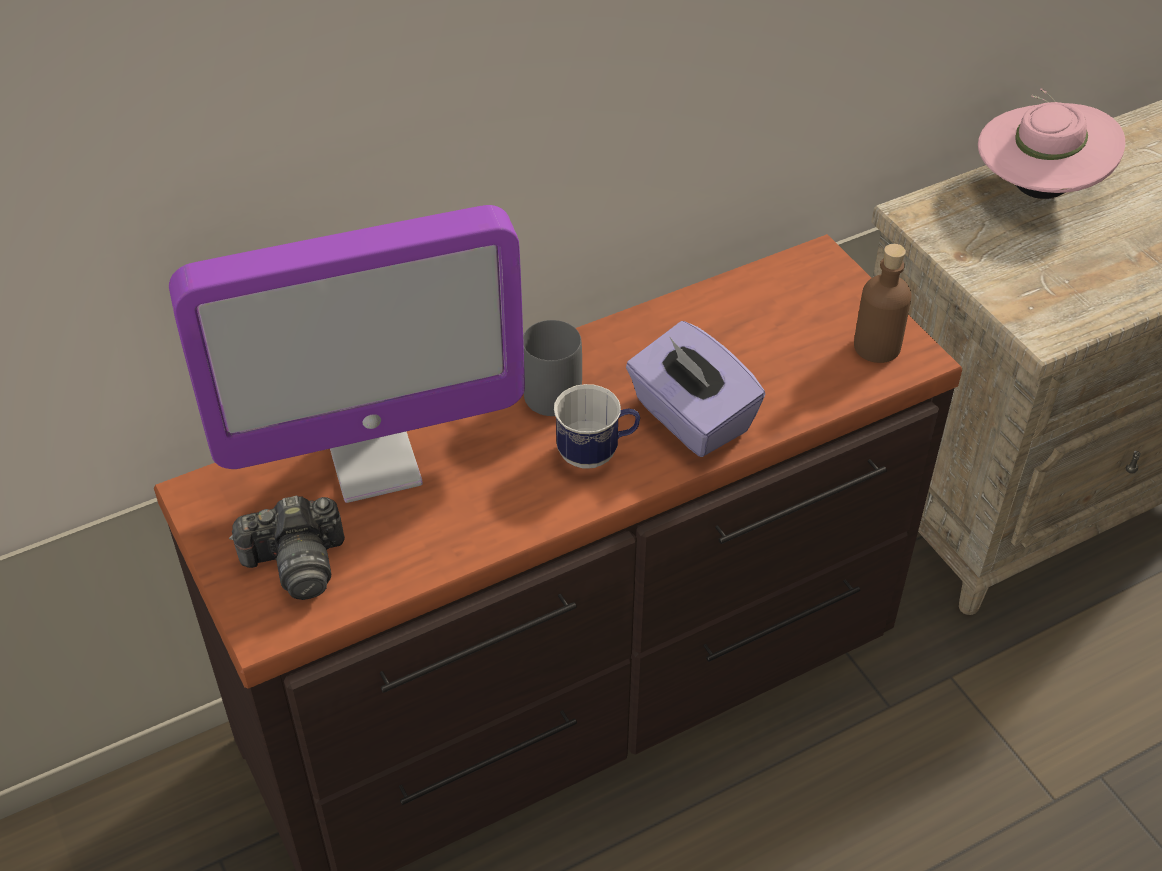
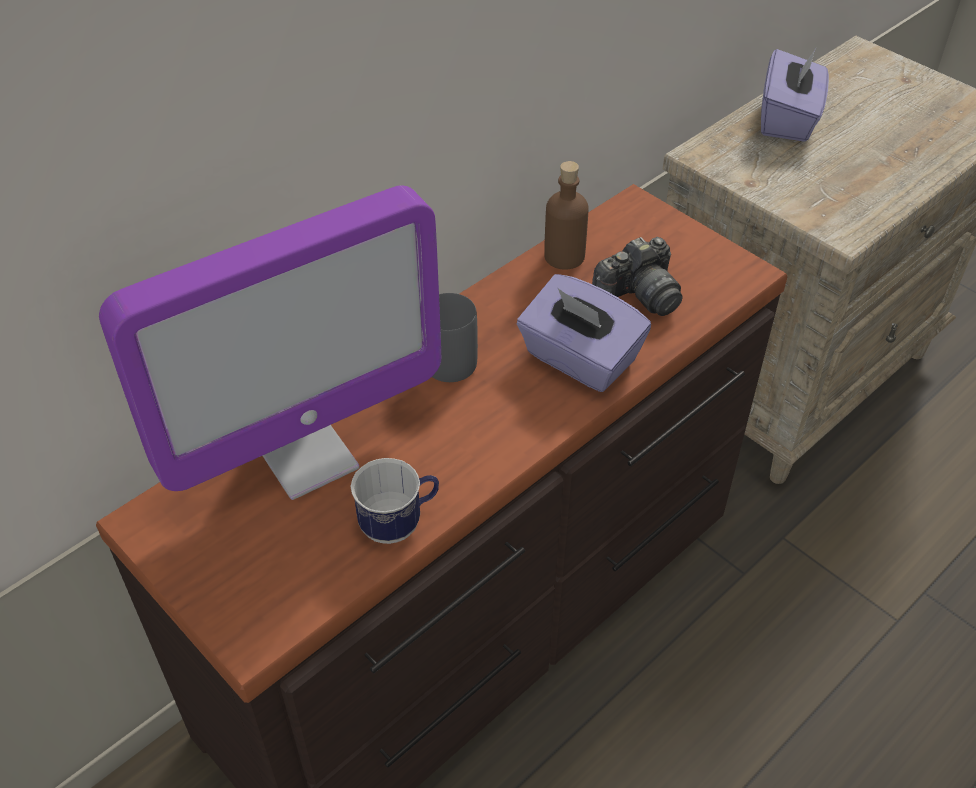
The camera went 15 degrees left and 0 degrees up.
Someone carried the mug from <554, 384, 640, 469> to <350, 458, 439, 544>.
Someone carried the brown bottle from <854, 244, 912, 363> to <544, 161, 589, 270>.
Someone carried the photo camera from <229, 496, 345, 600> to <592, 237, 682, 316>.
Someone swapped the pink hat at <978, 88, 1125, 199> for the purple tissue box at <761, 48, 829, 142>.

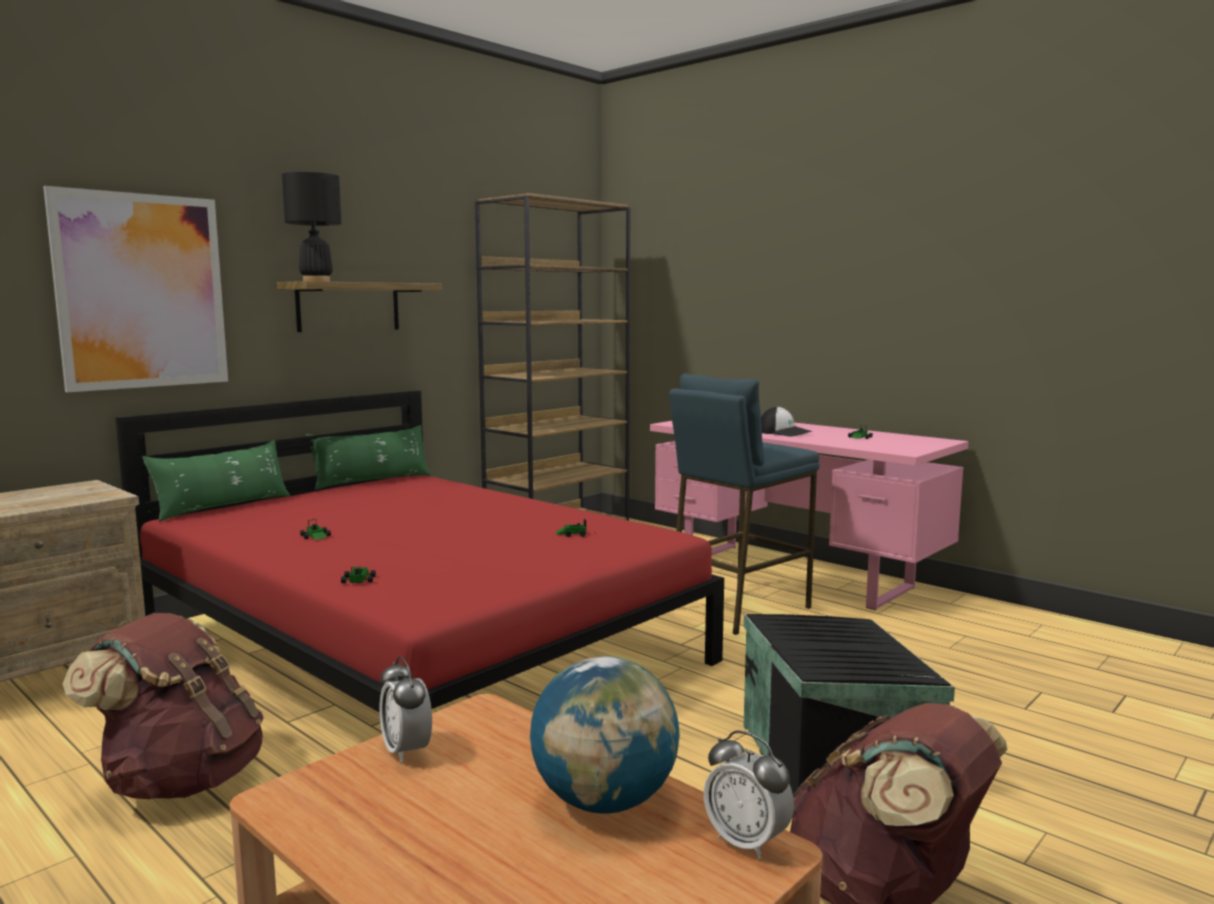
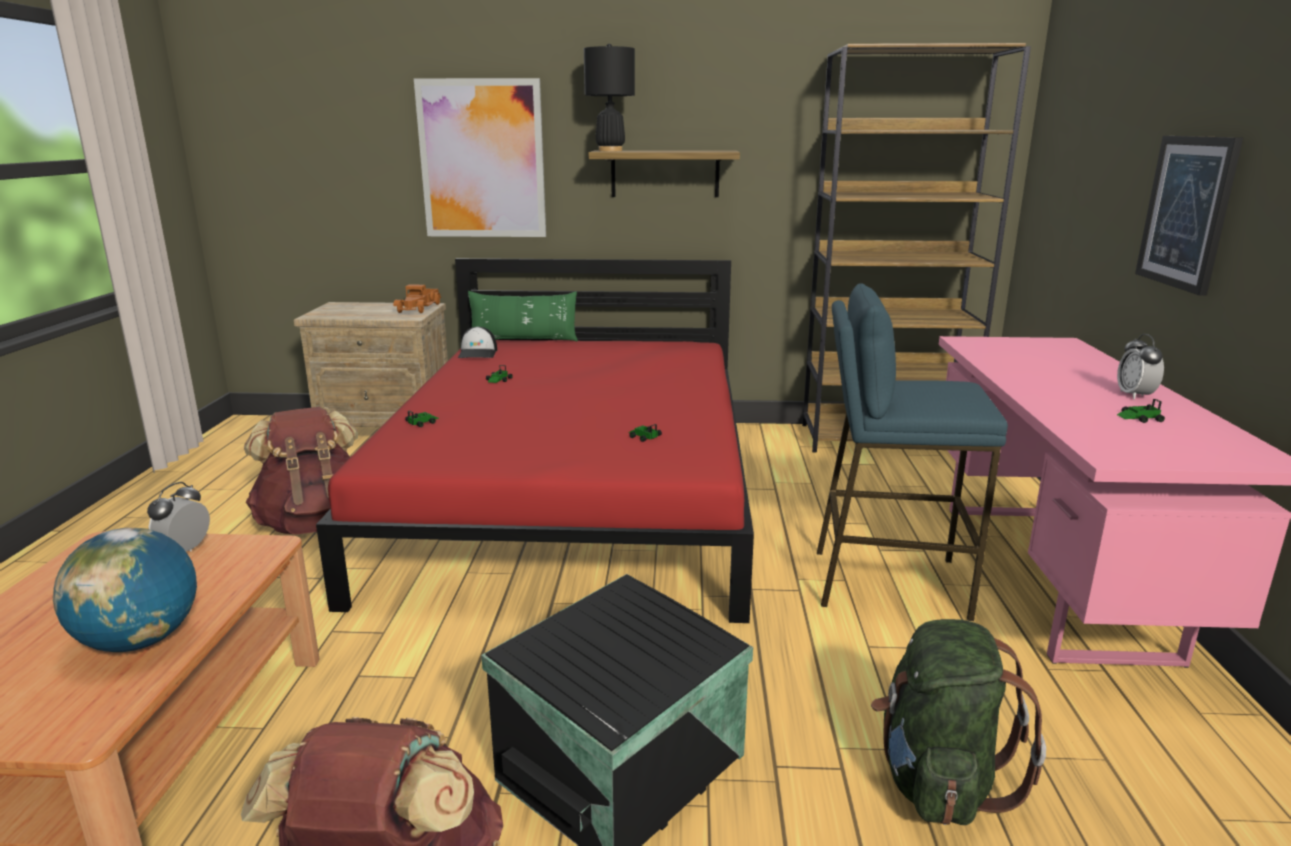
The camera went 50 degrees right and 10 degrees up.
Someone put down the toy truck at <393, 284, 441, 313>.
Someone carried the cap from <761, 406, 813, 436> to <458, 326, 497, 358>.
Someone put down the green backpack at <871, 619, 1046, 825>.
Someone carried the alarm clock from <704, 731, 794, 859> to <1117, 334, 1164, 400>.
Someone put up the picture at <1135, 136, 1243, 296>.
Someone took away the green pillow at <306, 425, 431, 490>.

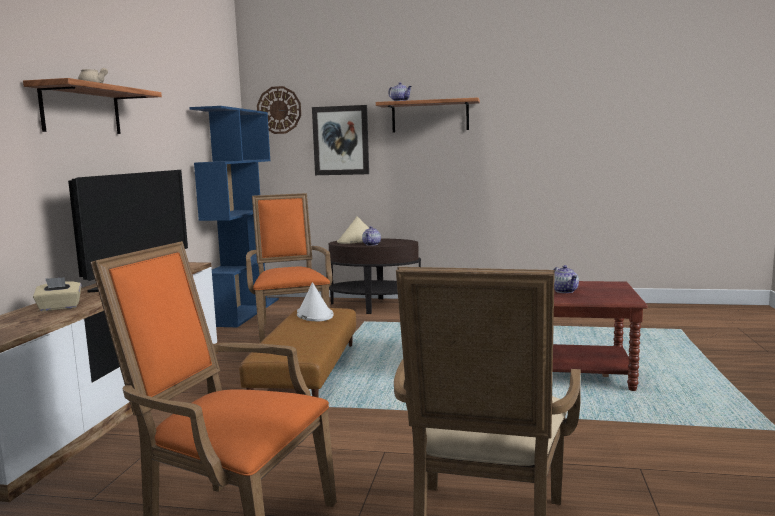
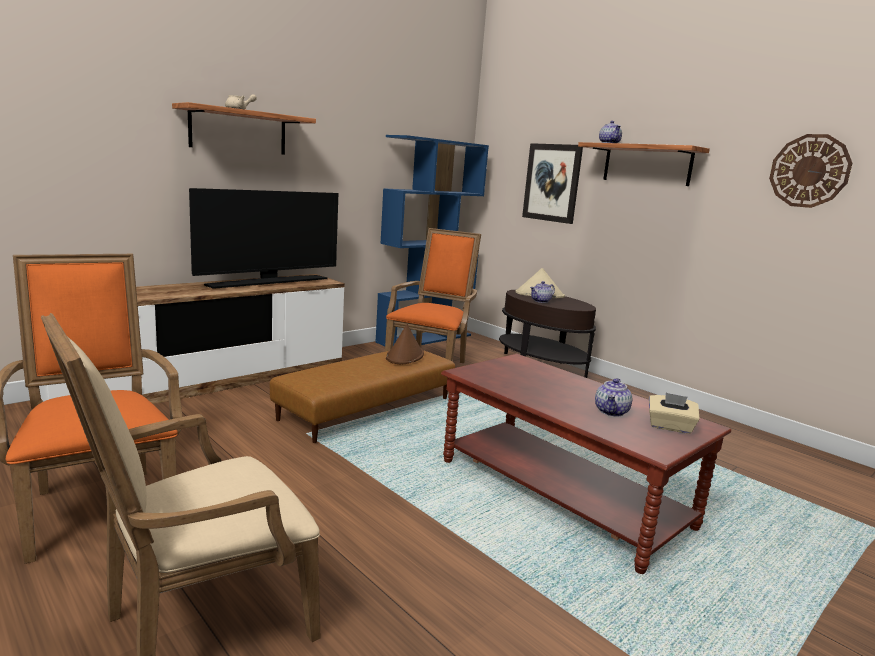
The camera went 35 degrees right and 5 degrees up.
Someone repainted the white hat at <297, 283, 334, 322>, which became the brown hat at <386, 324, 424, 364>.
Someone carried the beige tissue box from <33, 277, 81, 311> to <649, 393, 700, 434>.
Someone carried the wall clock from <257, 86, 301, 134> to <769, 134, 852, 208>.

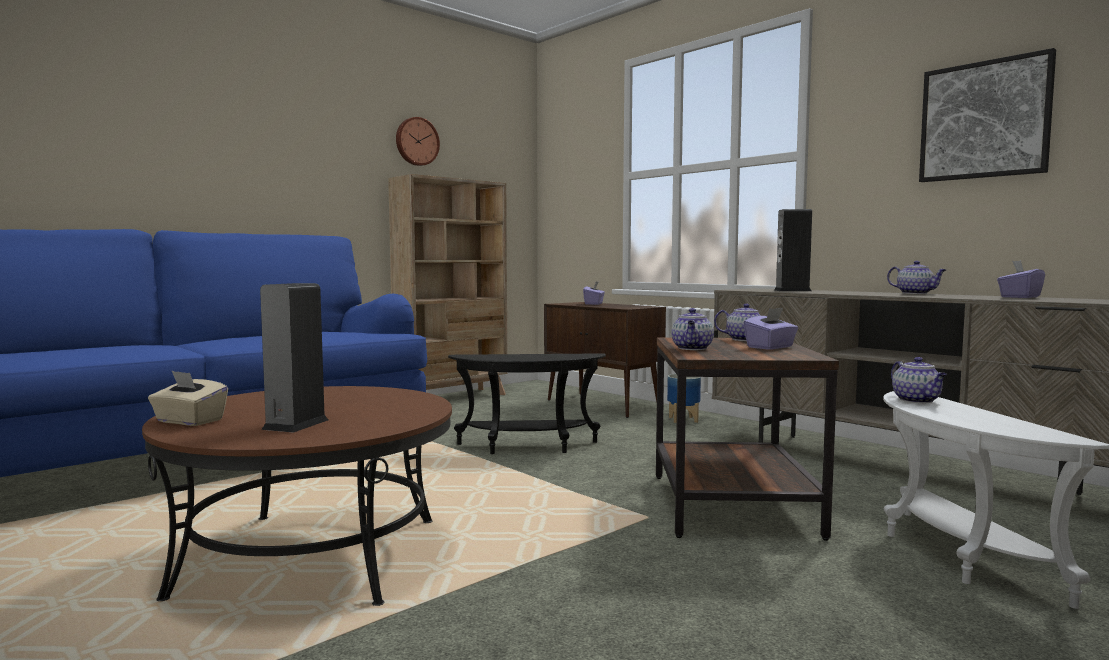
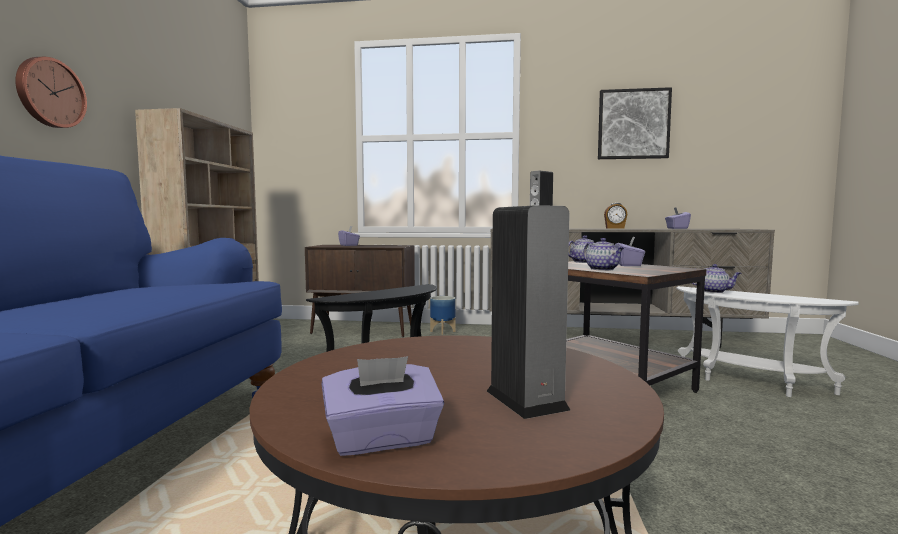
The camera went 40 degrees left and 0 degrees up.
Someone carried the wall clock from <396, 117, 440, 166> to <15, 57, 87, 128>.
Someone repainted the beige tissue box at <148, 370, 228, 426>, which became the purple tissue box at <322, 356, 444, 456>.
Someone swapped the teapot at <887, 261, 946, 294> for the alarm clock at <604, 203, 627, 229>.

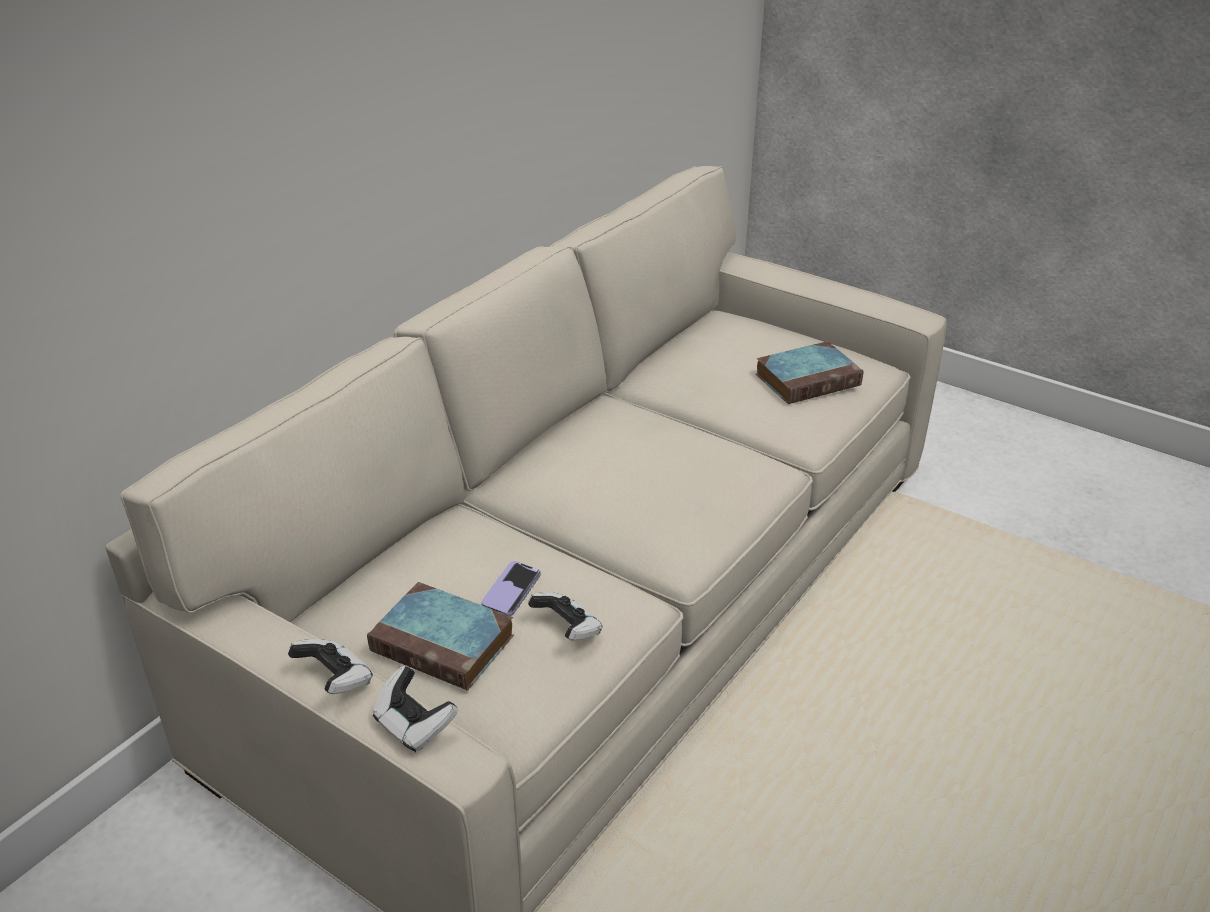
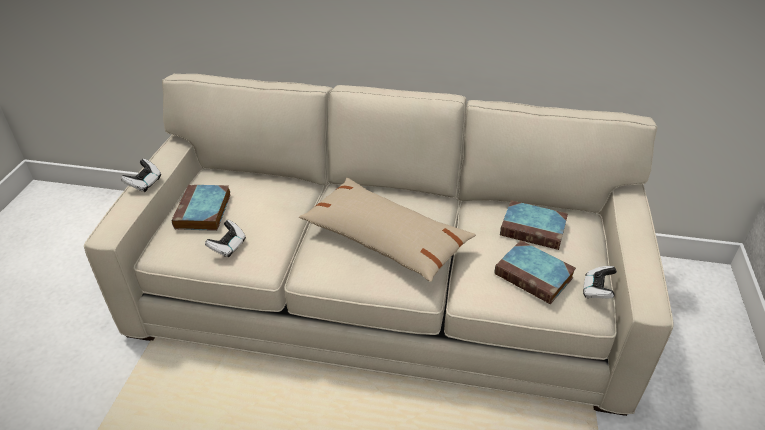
The camera went 65 degrees right and 5 degrees up.
Someone put down the beige pillow at <299, 178, 476, 282>.
Someone put down the book at <500, 200, 568, 250>.
Someone carried the game controller from <373, 666, 458, 752> to <583, 266, 617, 299>.
Someone took away the phone at <482, 561, 541, 616>.

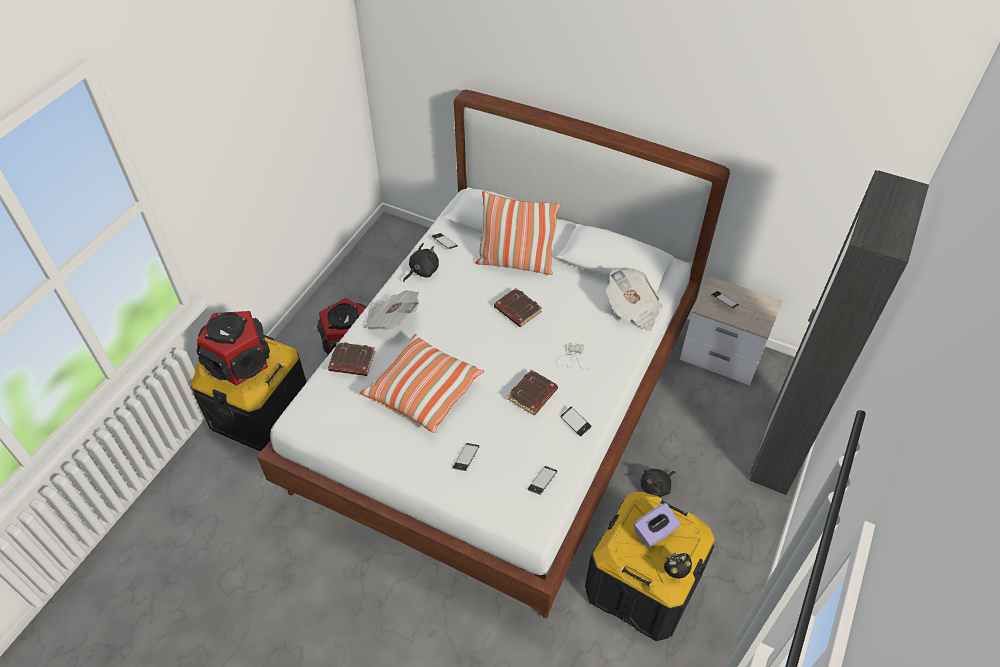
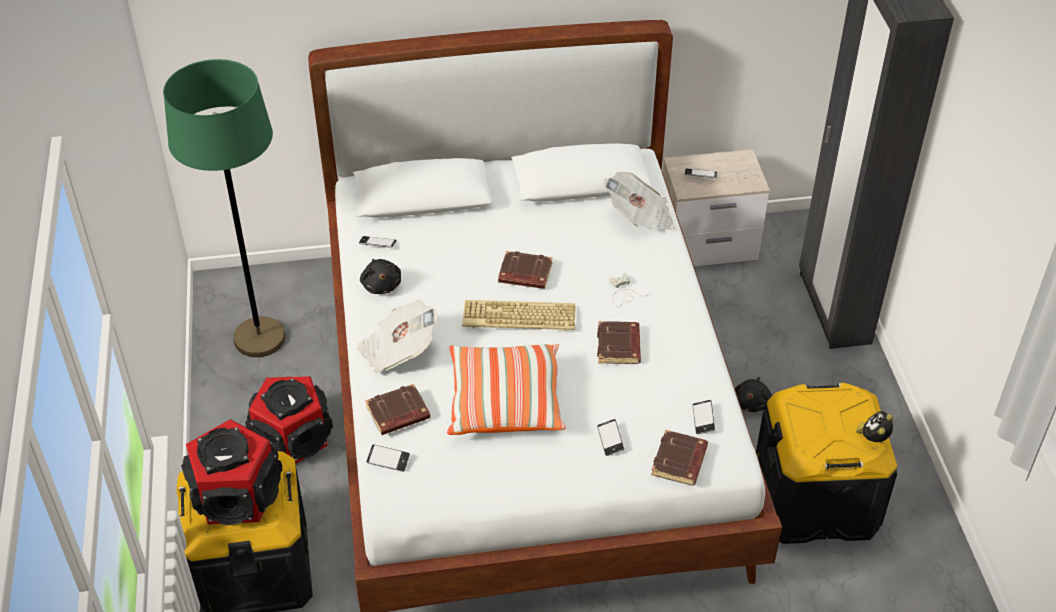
The camera went 35 degrees left and 5 degrees down.
Someone put down the green floor lamp at <163, 59, 286, 357>.
Someone rotated the black plush toy at <403, 243, 439, 282> by 150 degrees clockwise.
Someone carried the phone from <560, 407, 592, 437> to <367, 444, 410, 472>.
Someone put down the keyboard at <462, 300, 576, 331>.
Someone put down the brown book at <651, 430, 708, 486>.
Someone took away the pillow at <476, 191, 561, 275>.
Someone took away the purple tissue box at <634, 503, 681, 548>.

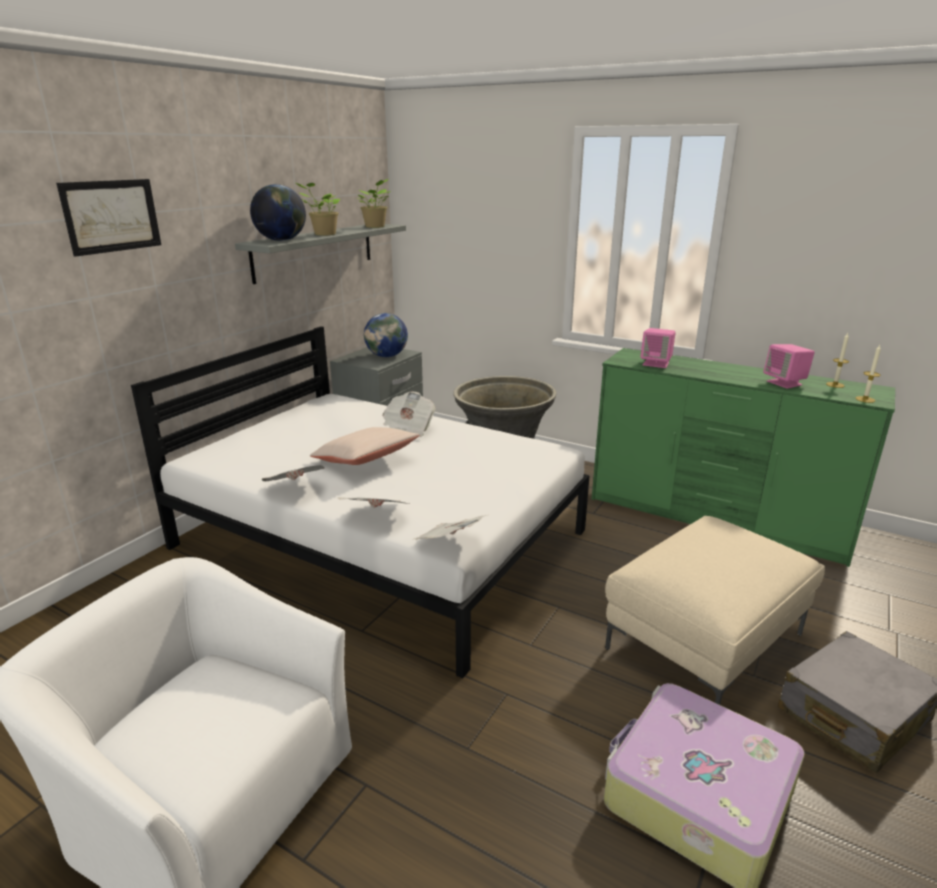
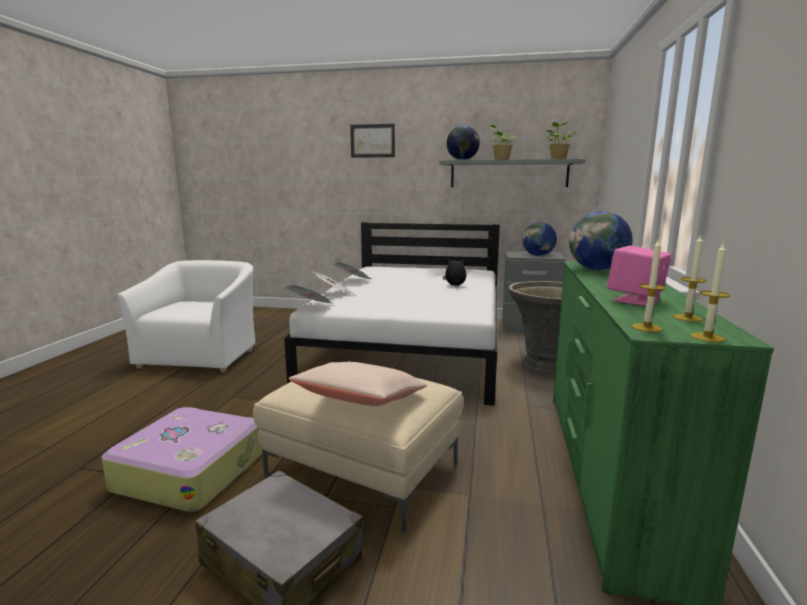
The camera went 70 degrees right and 10 degrees down.
Someone carried the beige pillow from <310, 427, 420, 465> to <289, 362, 427, 406>.
Someone swapped the newspaper at <382, 391, 436, 437> for the plush toy at <443, 258, 467, 286>.
Someone swapped the pink speaker at <641, 328, 676, 368> for the globe at <569, 211, 633, 270>.
Someone put down the candle at <691, 242, 730, 342>.

